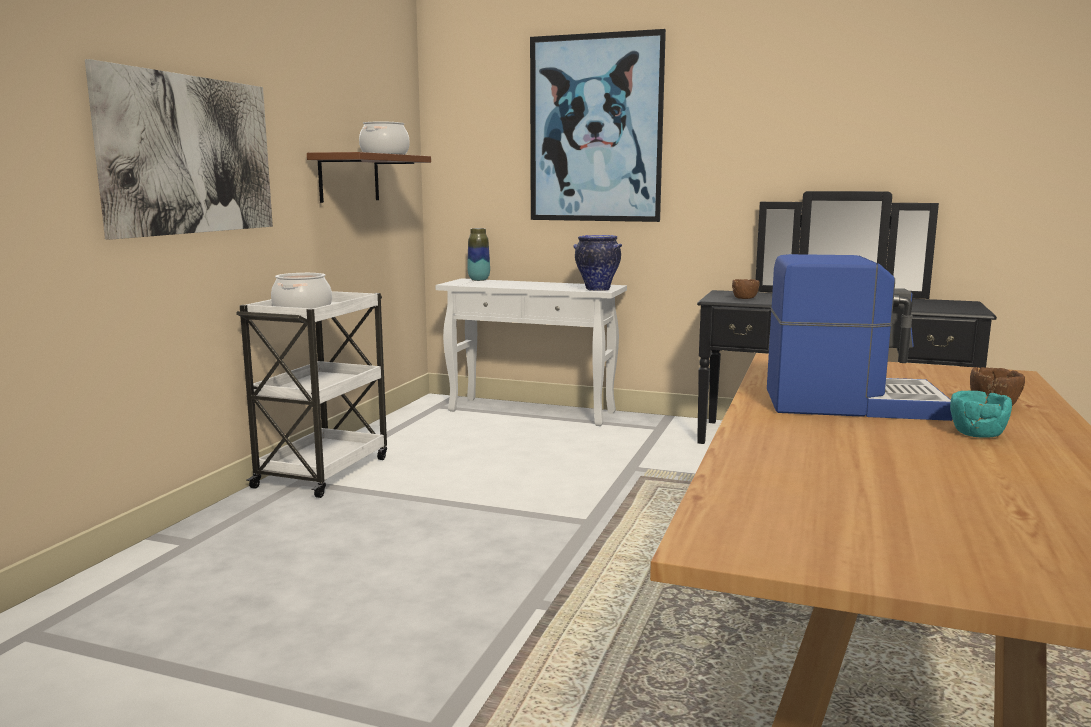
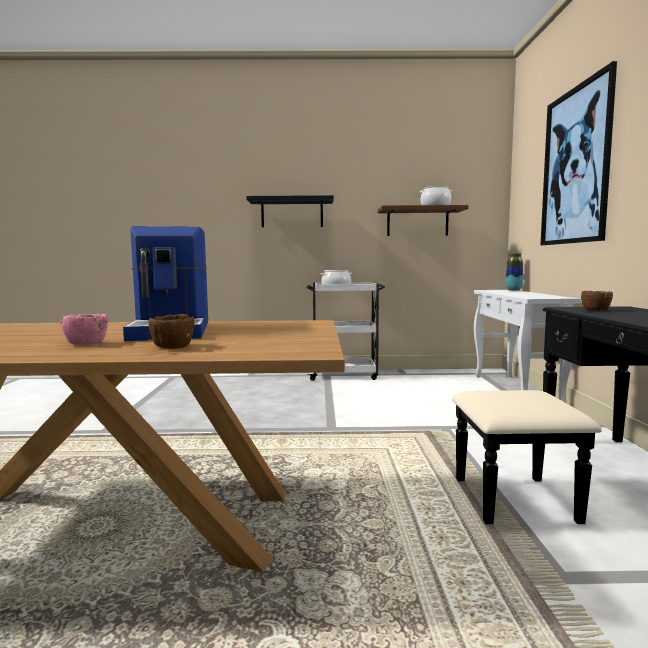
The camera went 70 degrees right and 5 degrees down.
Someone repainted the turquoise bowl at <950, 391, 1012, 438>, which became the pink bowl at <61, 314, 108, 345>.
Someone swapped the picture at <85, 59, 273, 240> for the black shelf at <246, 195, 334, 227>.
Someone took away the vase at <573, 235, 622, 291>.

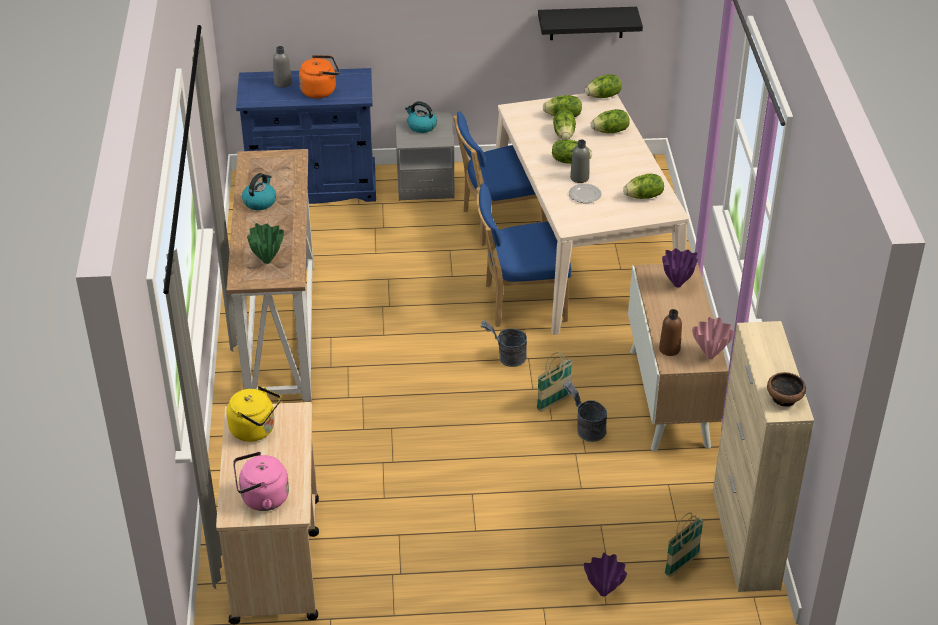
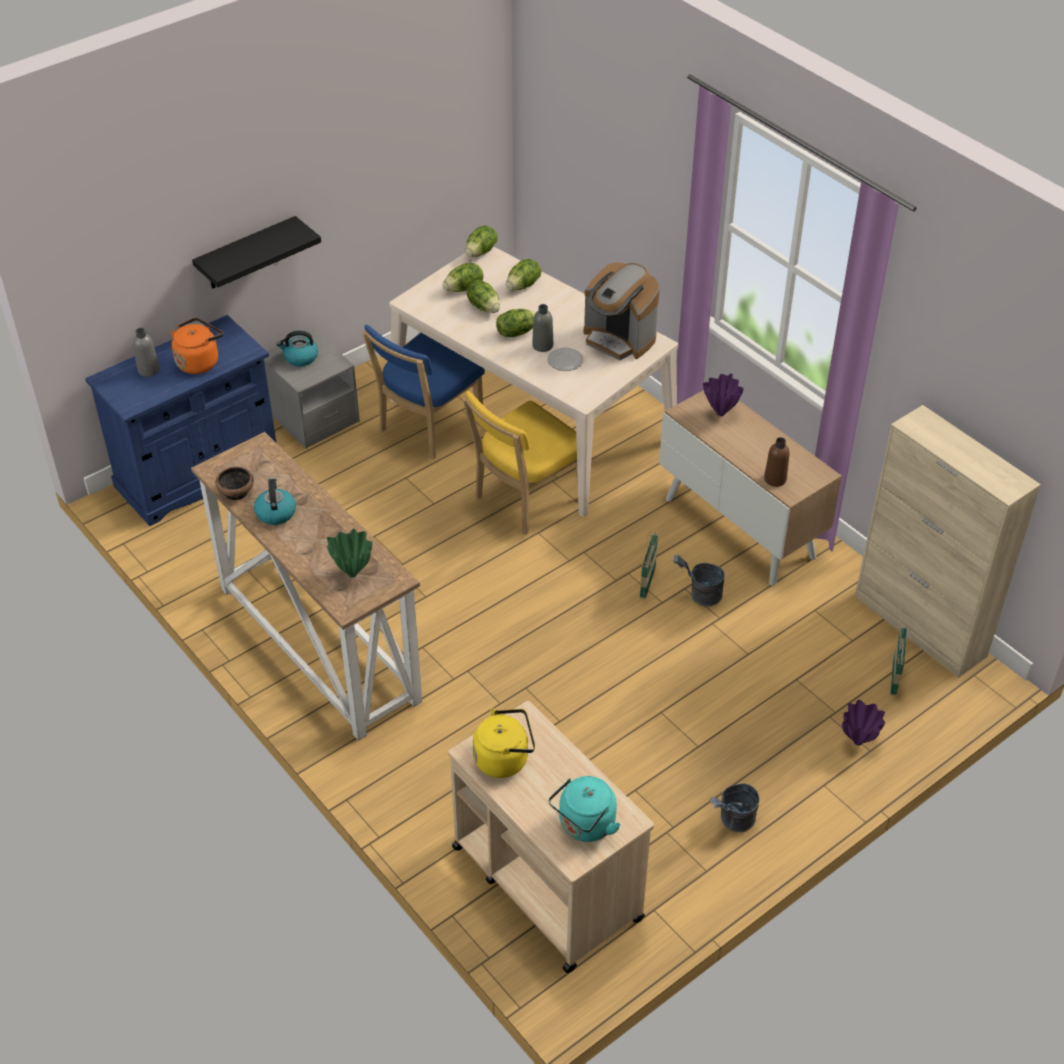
The camera went 35 degrees left and 5 degrees up.
Someone carried the black shelf from <538, 7, 643, 40> to <192, 216, 321, 289>.
Someone carried the bowl from <767, 372, 806, 407> to <215, 467, 254, 500>.
Someone repainted the blue chair at <476, 183, 572, 327>, which became the yellow chair at <462, 391, 578, 535>.
Someone repainted the pink kettle at <233, 452, 289, 511>, which became the turquoise kettle at <549, 776, 621, 842>.
Someone swapped the lettuce at <623, 174, 664, 199> for the coffee machine at <584, 263, 660, 361>.
Someone carried the grey bucket from <481, 320, 527, 367> to <709, 783, 760, 832>.
Someone took away the pink vase at <692, 317, 735, 359>.

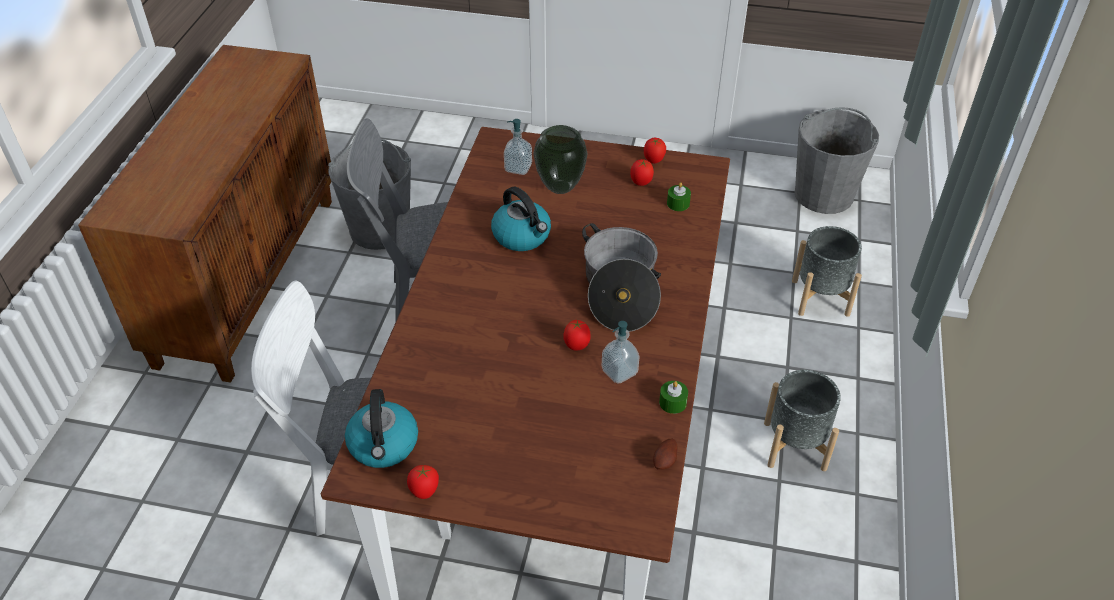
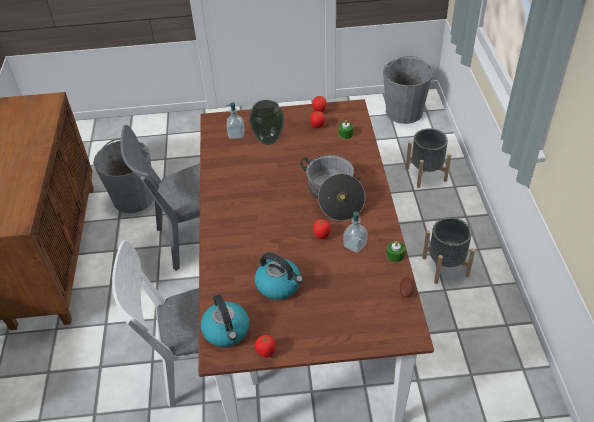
The camera went 15 degrees left and 0 degrees up.
Someone carried the kettle from <491, 186, 551, 251> to <255, 253, 303, 300>.

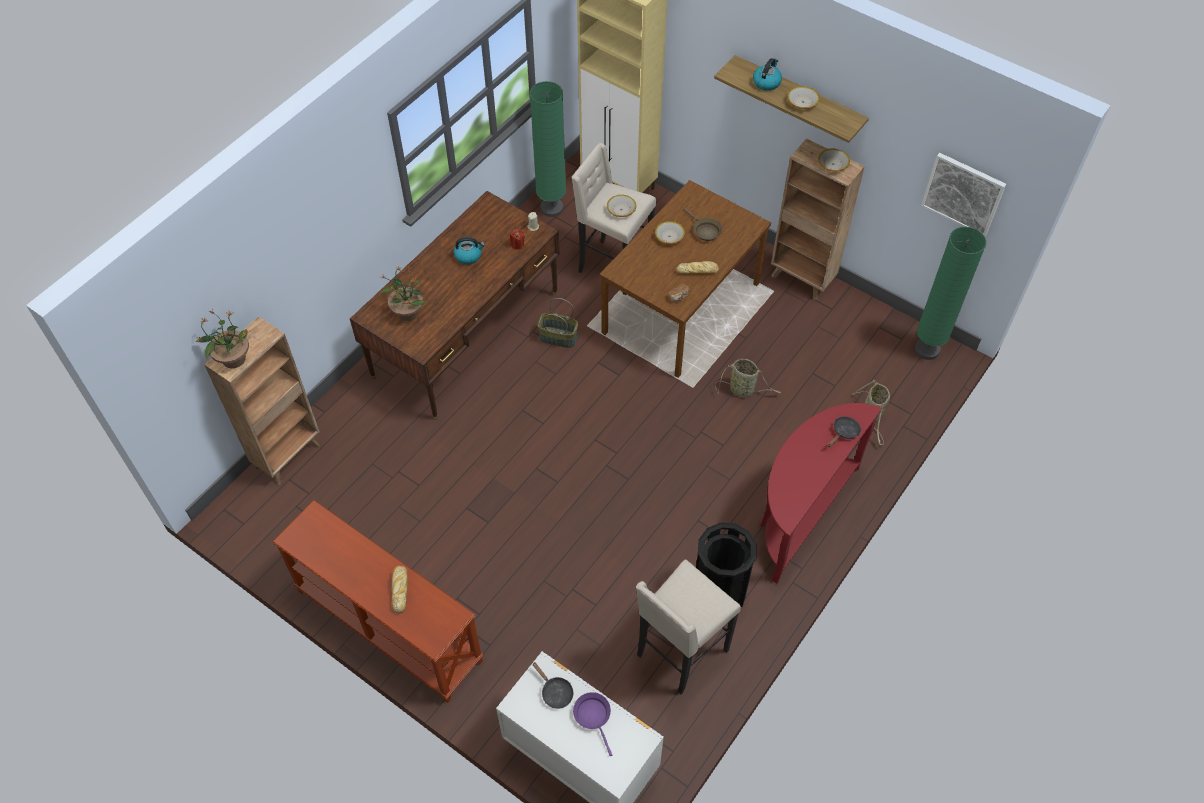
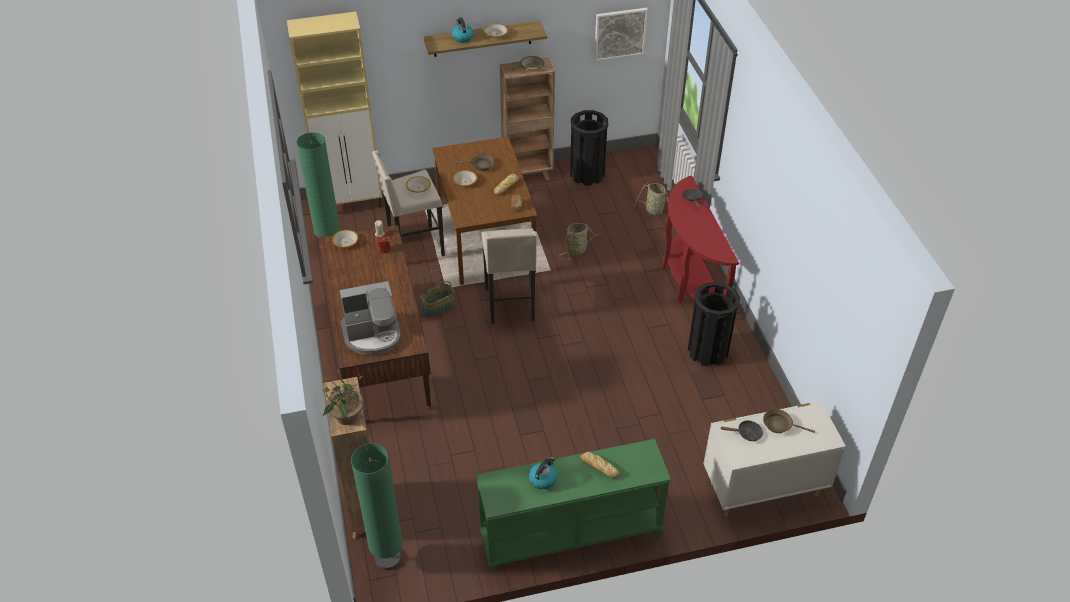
The camera went 50 degrees left and 10 degrees down.
Someone put down the bowl at <332, 230, 359, 248>.
Someone swapped the potted plant at <381, 266, 426, 321> for the coffee machine at <340, 281, 401, 355>.
Someone carried the green floor lamp from <915, 227, 986, 360> to <351, 443, 403, 570>.
Someone repainted the brown console table at <273, 500, 483, 703>, which became the green console table at <476, 439, 671, 572>.
Someone carried the beige stool from <636, 559, 741, 695> to <481, 228, 537, 324>.
Someone carried the kettle from <454, 237, 485, 264> to <529, 457, 558, 489>.
Someone put down the black trash can at <570, 110, 608, 186>.
Someone repainted the purple frying pan at <573, 692, 612, 756>, which became the brown frying pan at <763, 409, 815, 433>.

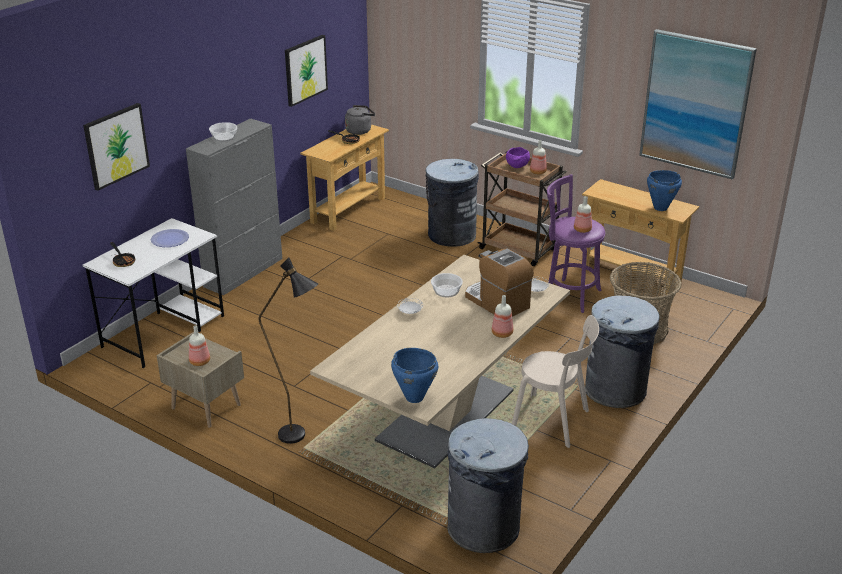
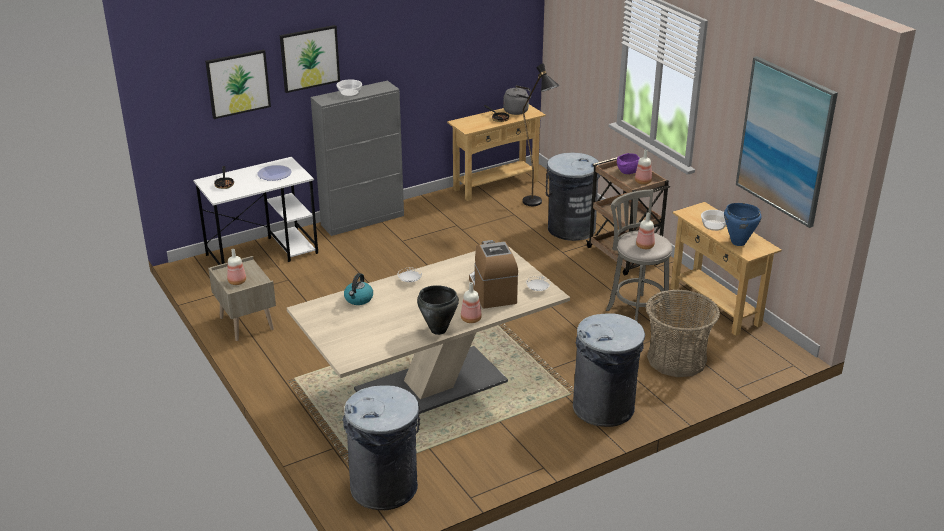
The camera went 25 degrees right and 0 degrees up.
Someone carried the picture from <285, 35, 328, 107> to <280, 25, 340, 93>.
Someone put down the kettle at <344, 273, 373, 305>.
Someone put down the black cooking pot at <417, 285, 459, 335>.
Someone carried the black floor lamp from <259, 258, 318, 444> to <523, 63, 560, 206>.
Someone repainted the purple stool at <547, 174, 605, 313>, which became the grey stool at <606, 189, 672, 321>.
Someone carried the bowl from <431, 273, 463, 297> to <701, 210, 726, 231>.
Someone took away the blue cooking pot at <391, 348, 438, 403>.
Someone took away the beige chair at <512, 315, 599, 448>.

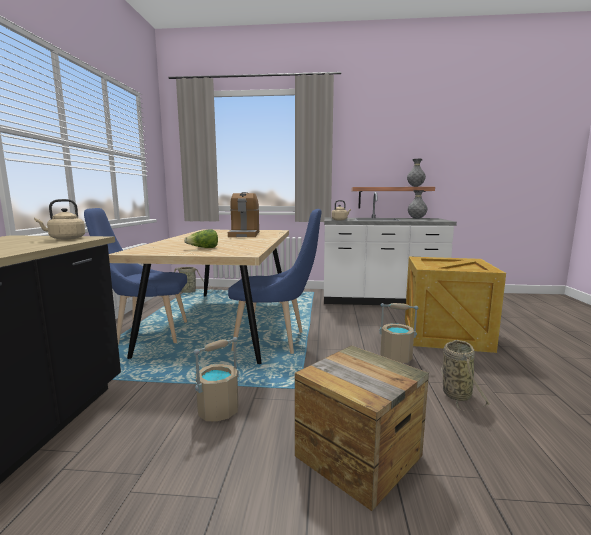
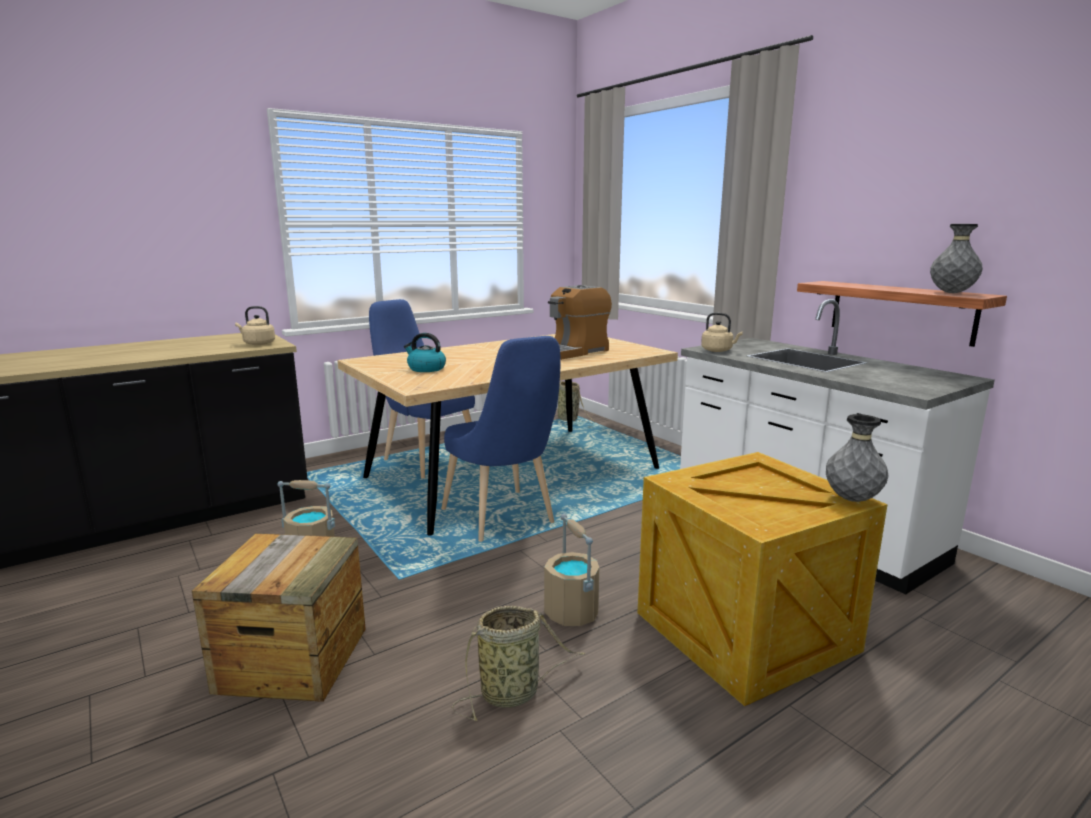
The camera went 50 degrees right and 5 degrees up.
Someone swapped the lettuce at <184, 229, 218, 248> for the kettle at <404, 333, 446, 372>.
Someone carried the grey vase from <408, 190, 428, 219> to <826, 414, 889, 502>.

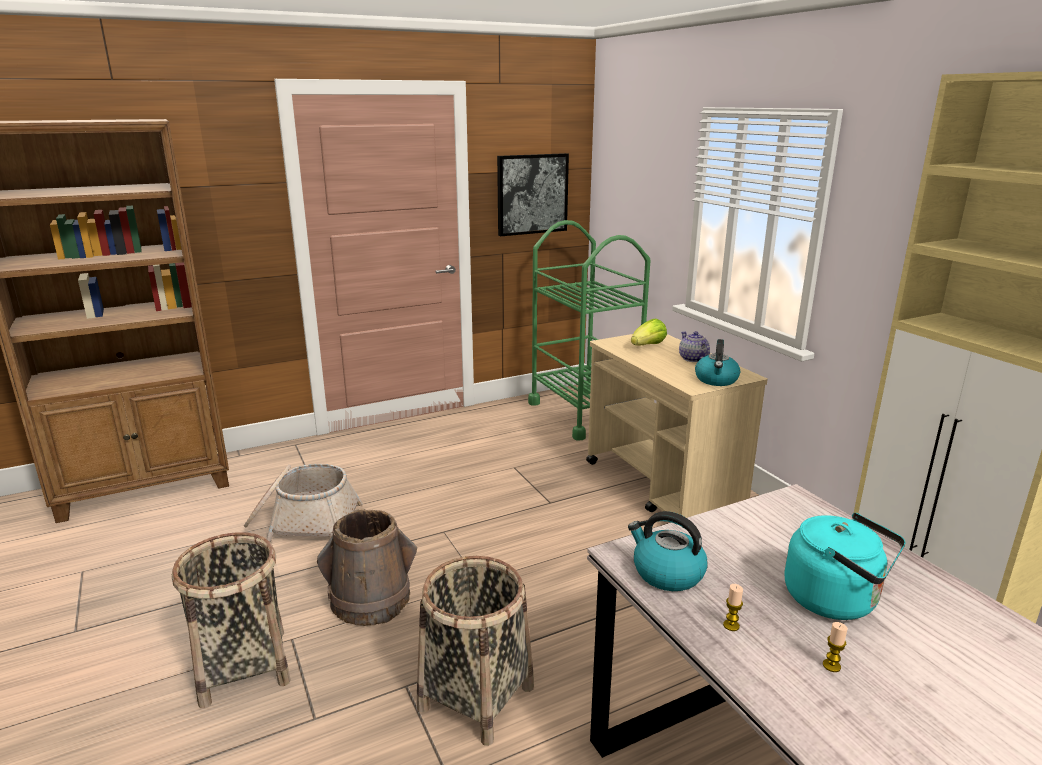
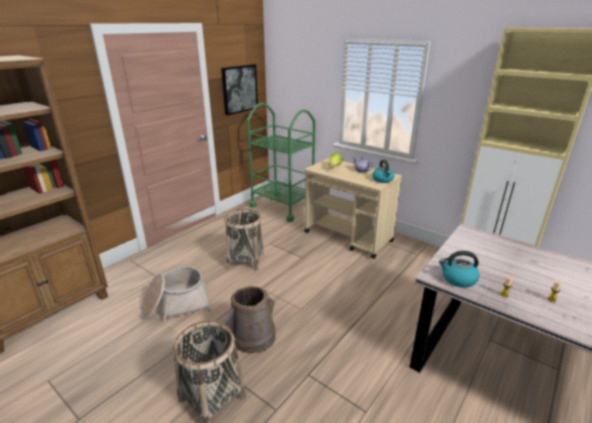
The camera went 25 degrees left and 5 degrees up.
Someone carried the basket from <417, 556, 534, 746> to <224, 209, 264, 271>.
Someone took away the turquoise kettle at <784, 513, 906, 620>.

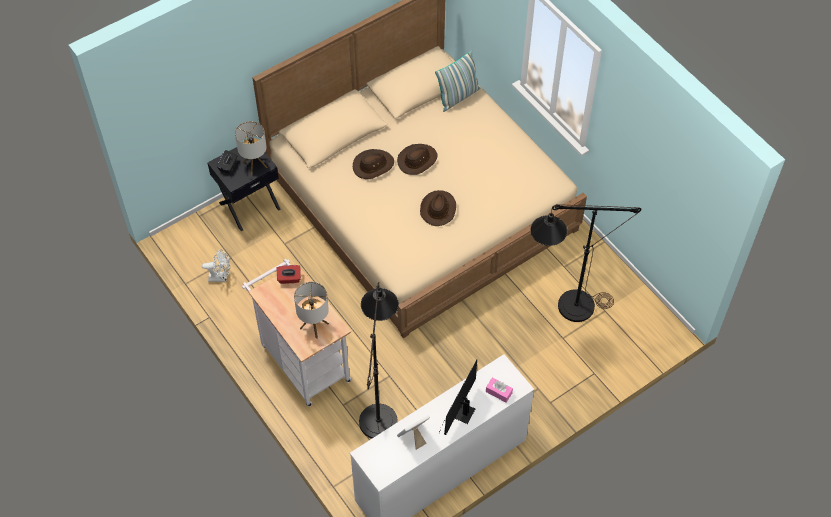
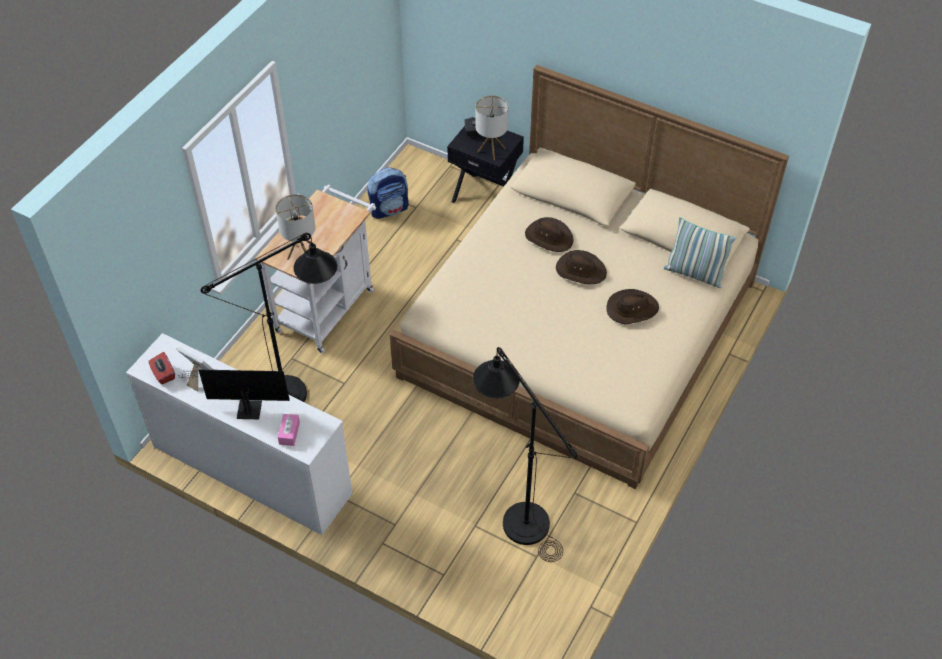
The camera went 65 degrees right and 5 degrees down.
Someone carried the red tissue box from <276, 265, 301, 284> to <148, 352, 175, 384>.
Someone swapped the white fan at <202, 249, 230, 282> for the backpack at <367, 167, 409, 219>.
Someone carried the brown hat from <420, 190, 456, 226> to <607, 289, 659, 324>.

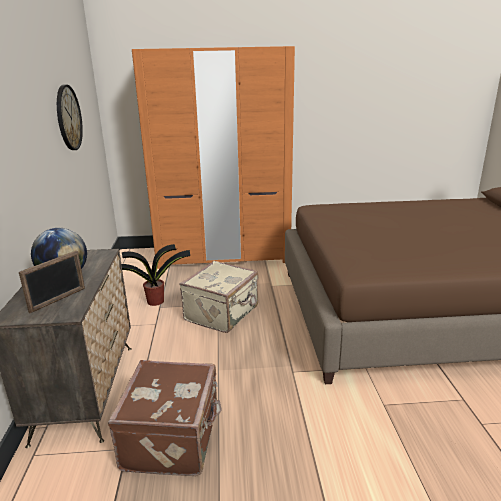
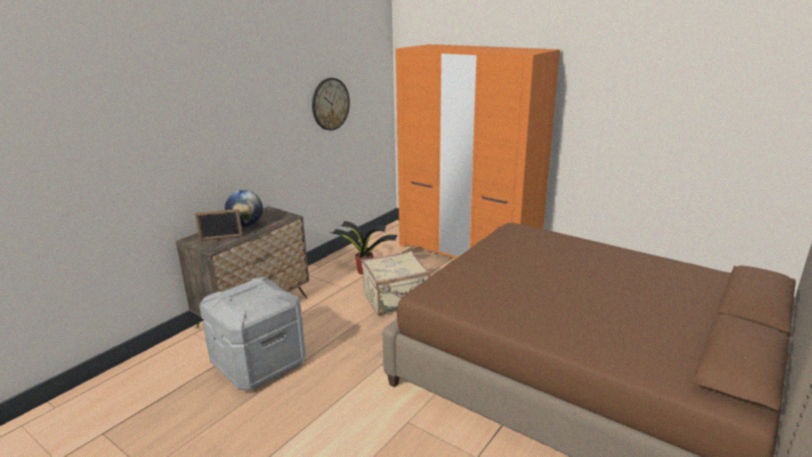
The camera went 40 degrees right and 0 degrees up.
Someone swapped the brown suitcase at <108, 360, 222, 476> for the grey storage box at <199, 277, 306, 390>.

